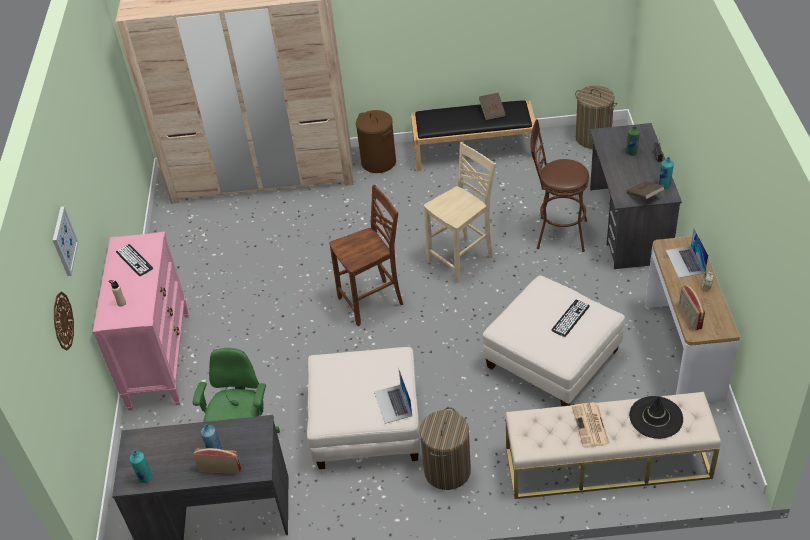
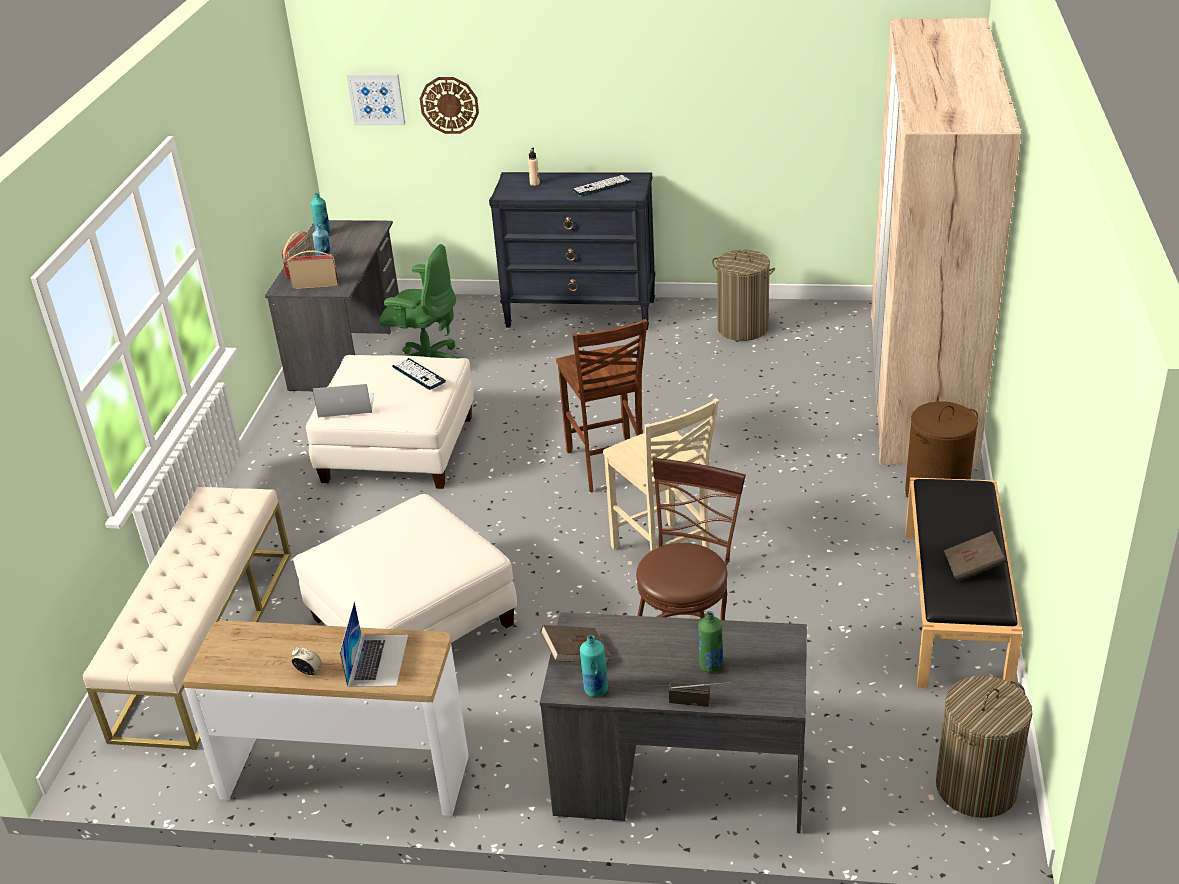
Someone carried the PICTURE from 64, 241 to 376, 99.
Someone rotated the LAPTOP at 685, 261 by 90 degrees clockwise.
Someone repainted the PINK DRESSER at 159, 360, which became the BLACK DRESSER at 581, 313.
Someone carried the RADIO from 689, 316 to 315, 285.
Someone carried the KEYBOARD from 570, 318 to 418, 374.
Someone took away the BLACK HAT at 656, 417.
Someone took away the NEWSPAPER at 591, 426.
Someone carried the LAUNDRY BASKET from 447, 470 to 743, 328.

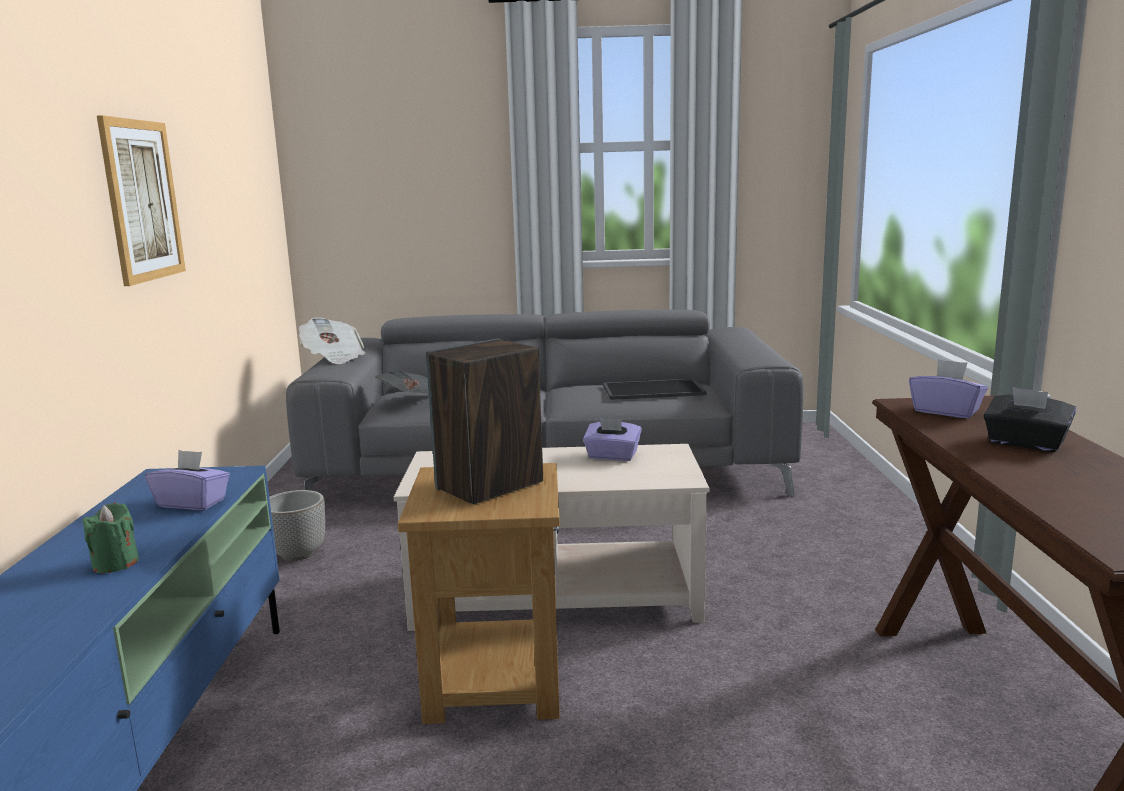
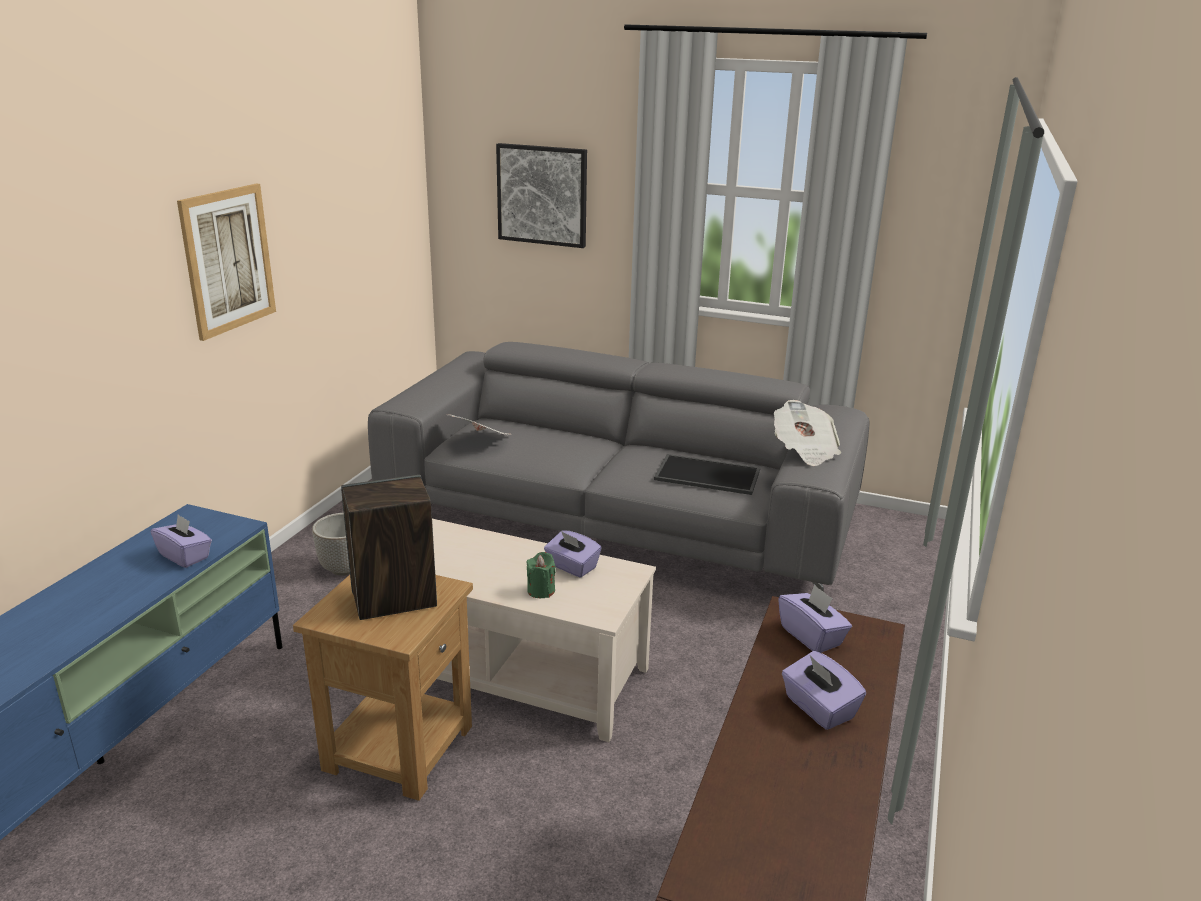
Someone carried the NEWSPAPER from 333, 358 to 805, 450.
Someone repainted the BLACK TISSUE BOX at 1025, 443, which became the PURPLE TISSUE BOX at 818, 708.
Someone carried the GREEN CANDLE from 115, 564 to 541, 591.
Someone put up the PICTURE at 542, 195.

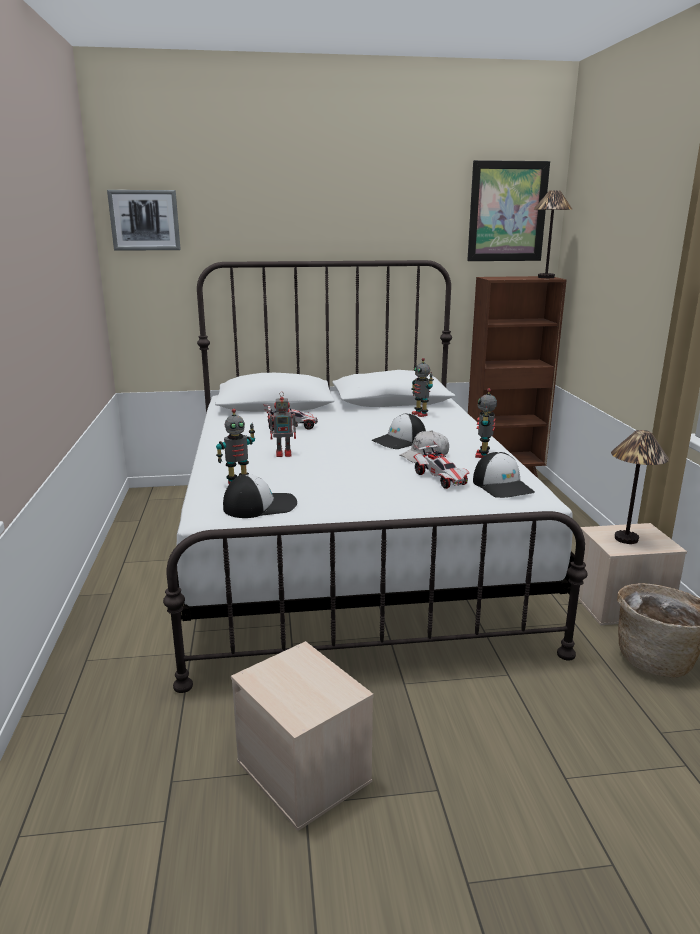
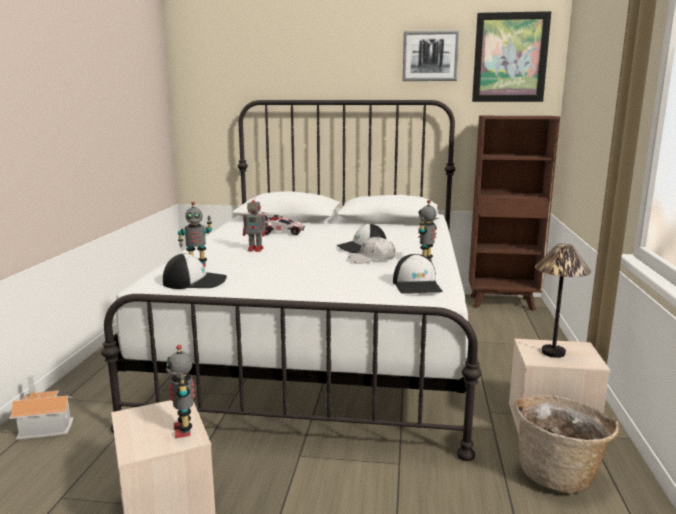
Someone carried the PICTURE from 145, 220 to 430, 56.
Someone took away the TABLE LAMP at 546, 277.
Someone carried the TOY ROBOT from 420, 414 to 184, 430.
Someone took away the TOY CAR at 441, 479.
Someone put down the TOY HOUSE at 43, 424.

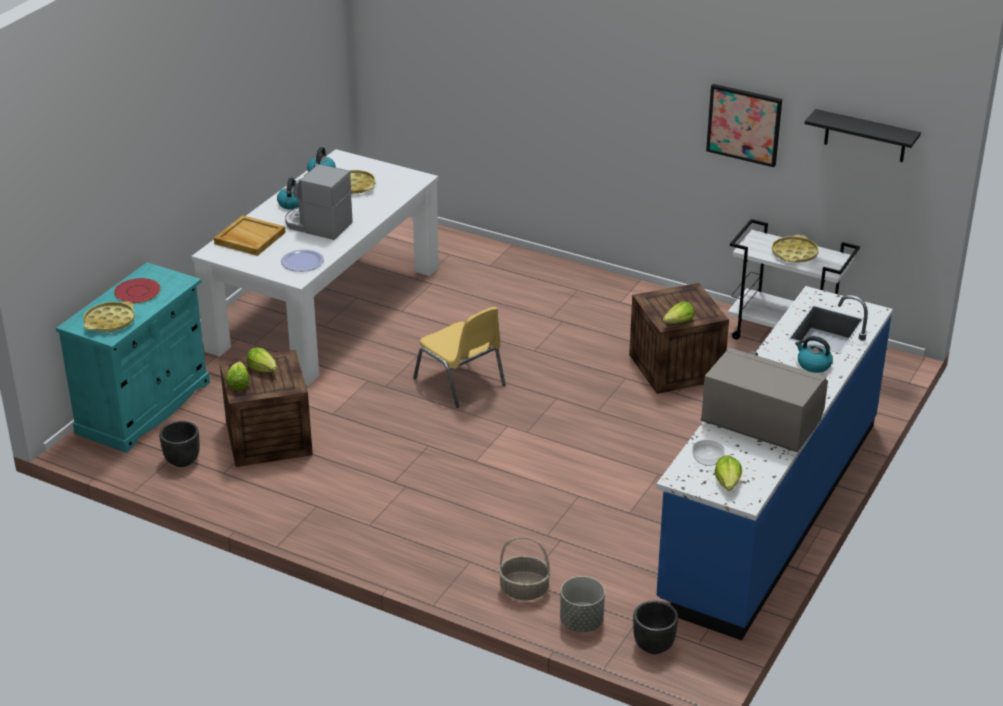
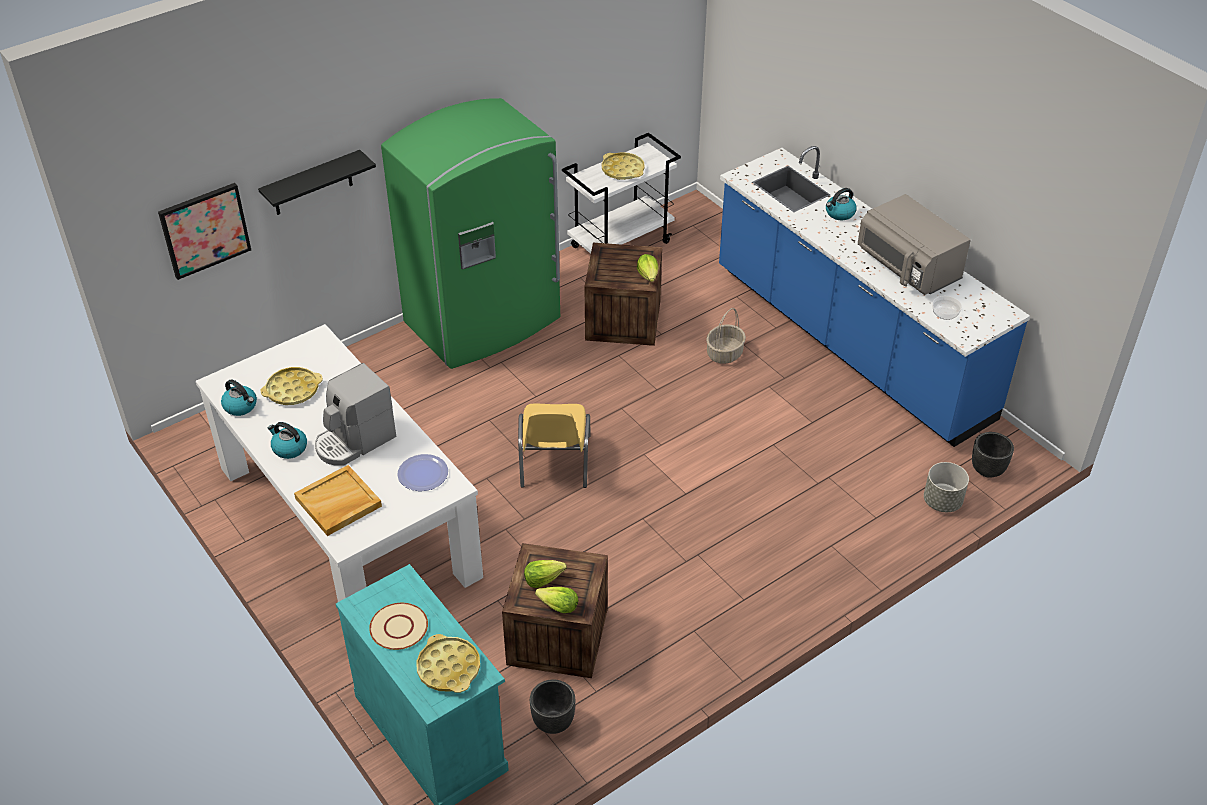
Someone carried the PICTURE from 744, 124 to 204, 230.
Someone carried the BLACK SHELF from 865, 136 to 312, 184.
Someone repainted the RED PLATE at 137, 292, which became the BEIGE PLATE at 398, 627.
Someone rotated the YELLOW CHAIR at 460, 382 by 105 degrees clockwise.
Someone rotated the GREY MICROWAVE at 761, 423 by 90 degrees counterclockwise.
Someone took away the LETTUCE at 728, 483.
Someone carried the BASKET from 523, 590 to 724, 354.
Someone put down the GREEN FRIDGE at 484, 323.

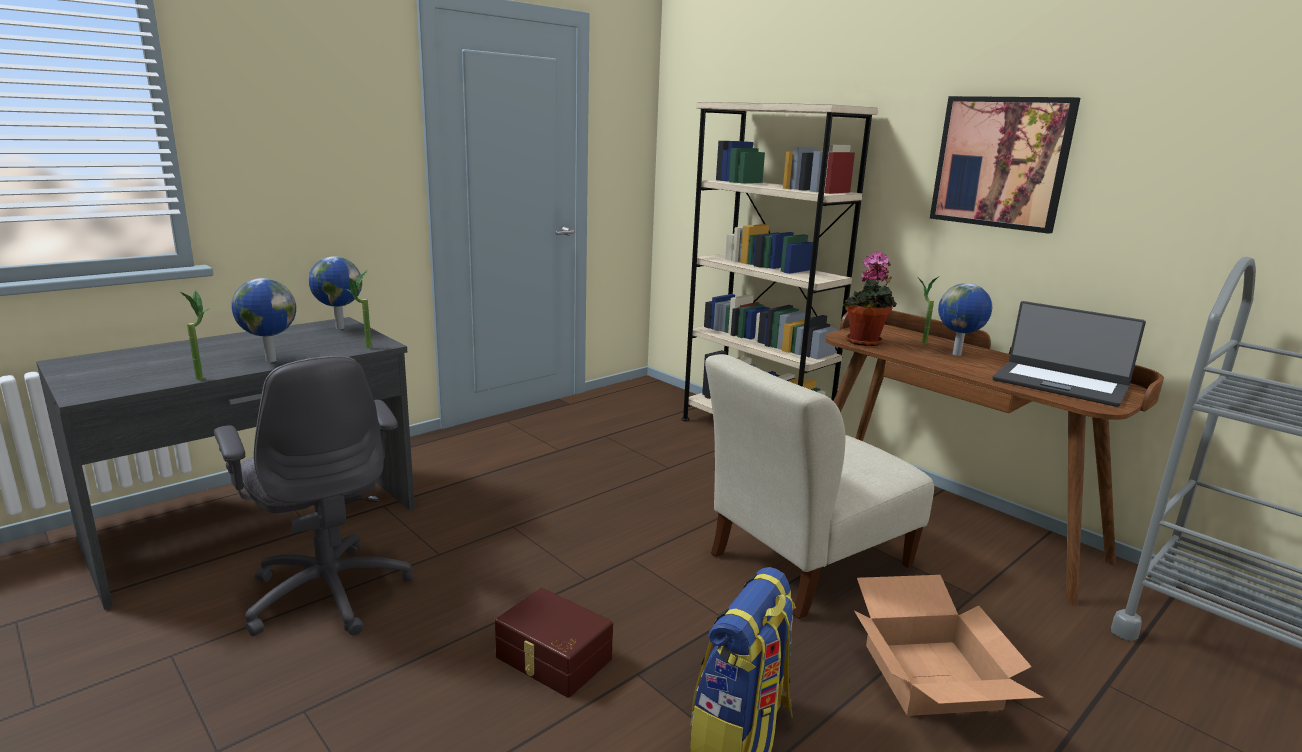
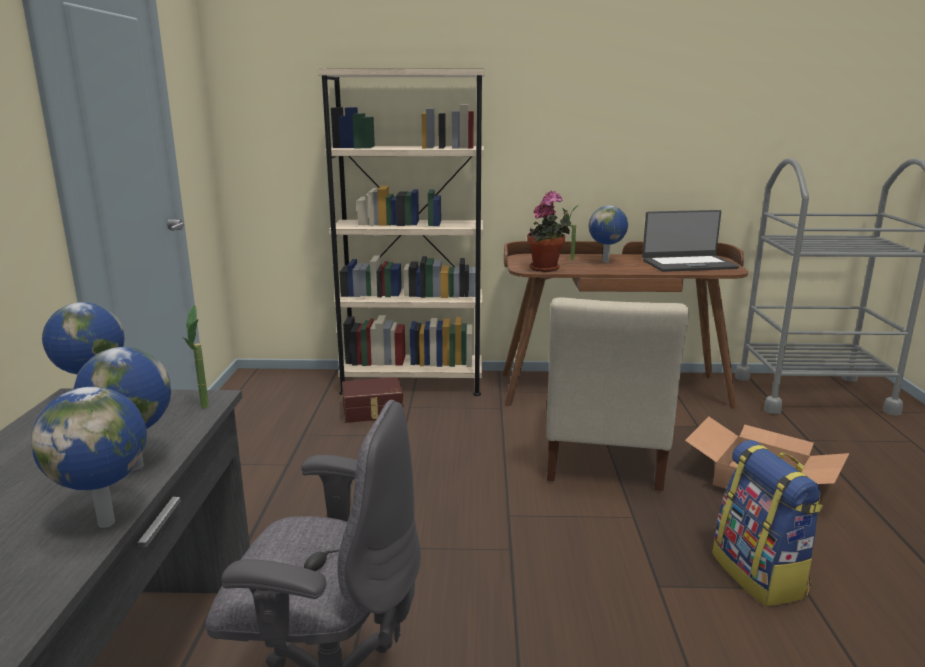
Someone took away the PICTURE at 1001, 162.
Someone swapped the POTTED PLANT at 204, 376 for the GLOBE at 108, 521.
Someone carried the BROWN STORAGE BOX from 552, 659 to 373, 412.

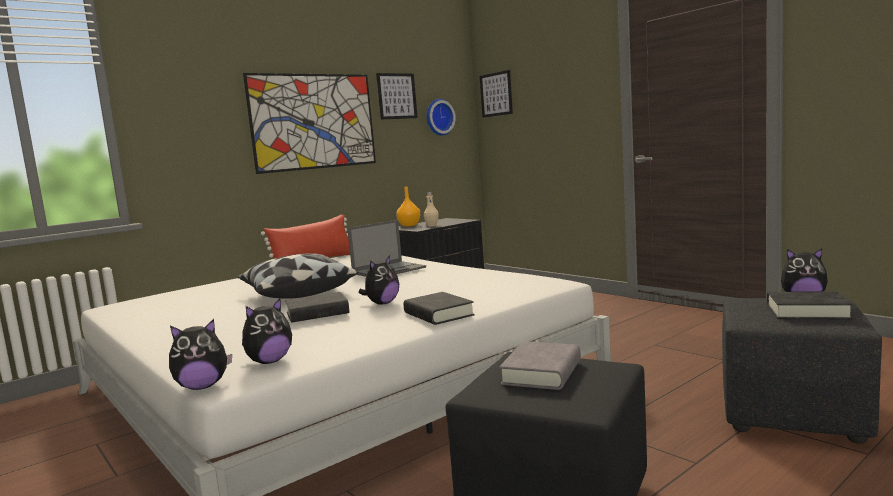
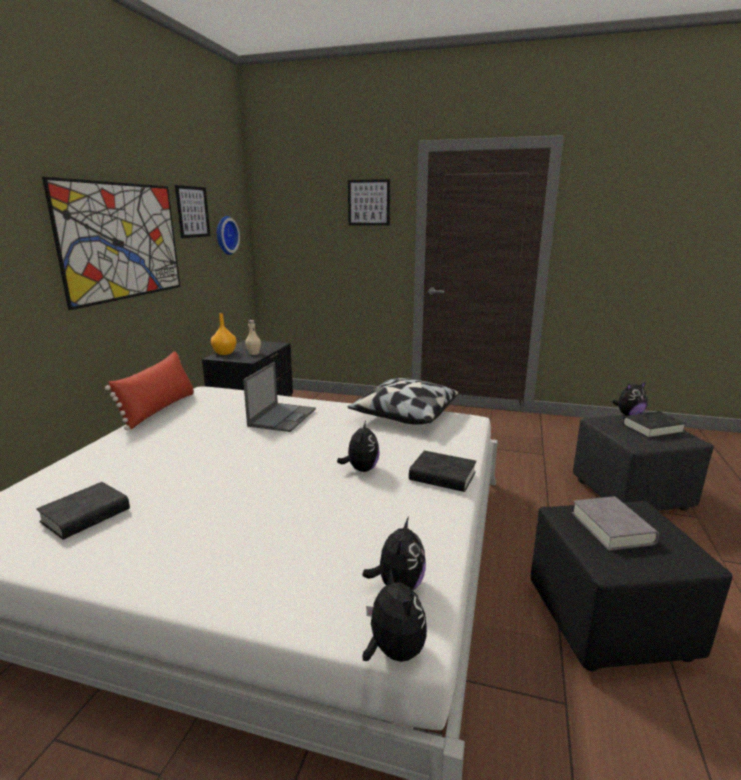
Someone carried the PICTURE from 496, 94 to 369, 202.
Someone carried the PILLOW from 297, 293 to 404, 415.
Someone carried the BLACK BOOK from 317, 313 to 86, 516.
Someone rotated the PLUSH TOY at 202, 386 by 60 degrees counterclockwise.

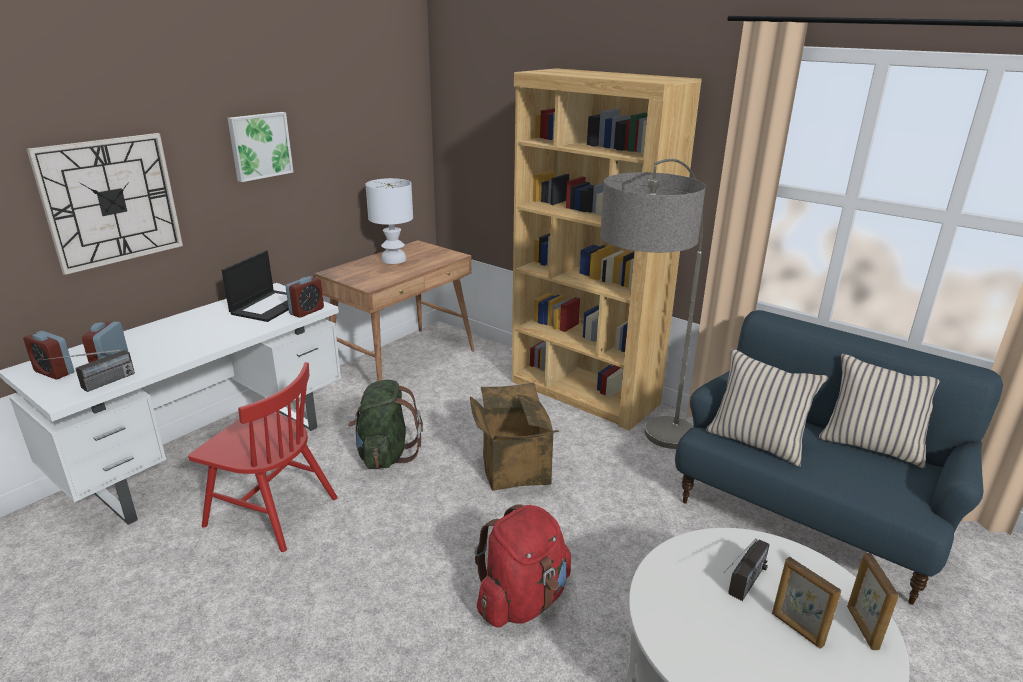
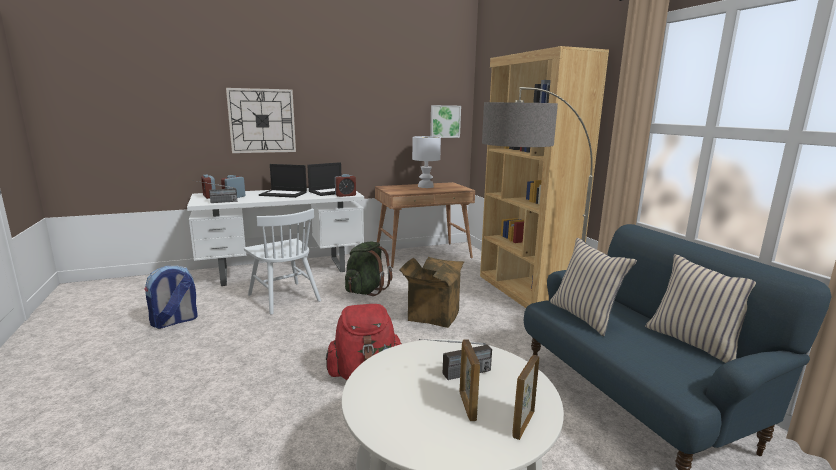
Someone carried the PICTURE from 259, 146 to 444, 121.
Someone repainted the RED CHAIR at 271, 511, which became the WHITE CHAIR at 284, 298.
Someone put down the LAPTOP at 284, 194.
Someone put down the BACKPACK at 174, 321.

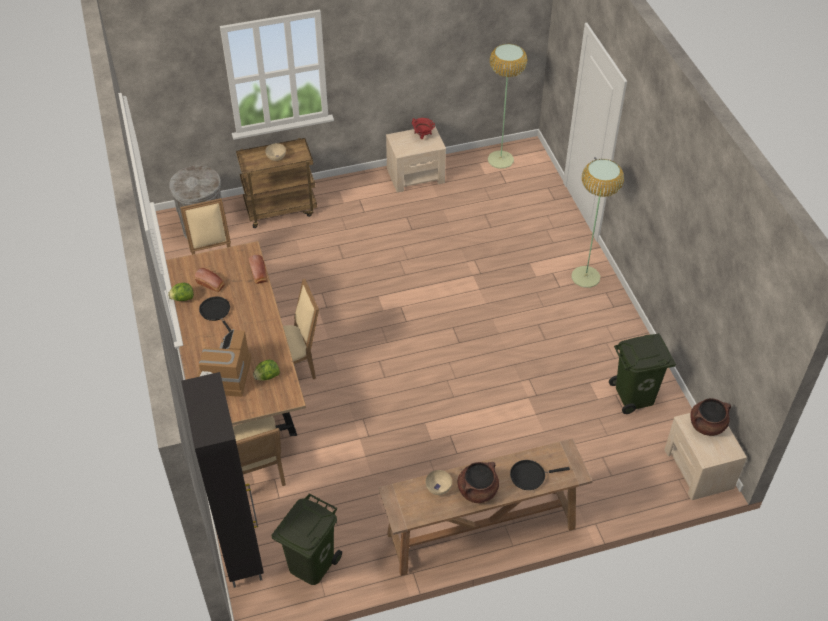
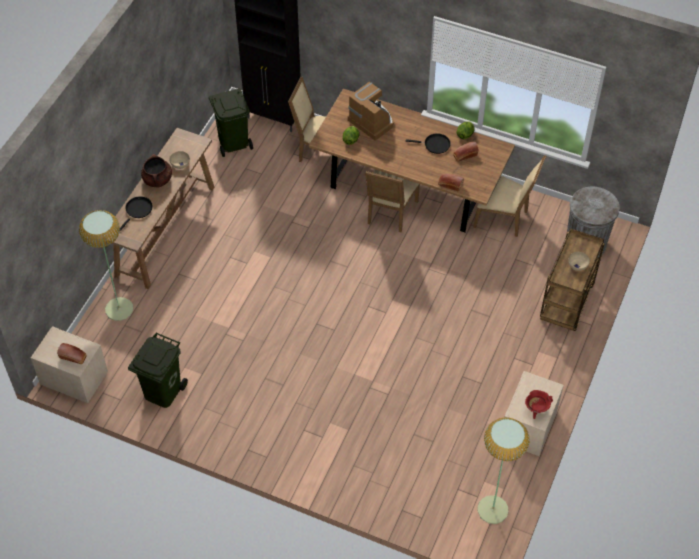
Someone carried the FLOOR LAMP from 585, 277 to 119, 309.
Someone swapped the BROWN COOKING POT at 707, 425 for the BREAD at 73, 357.

